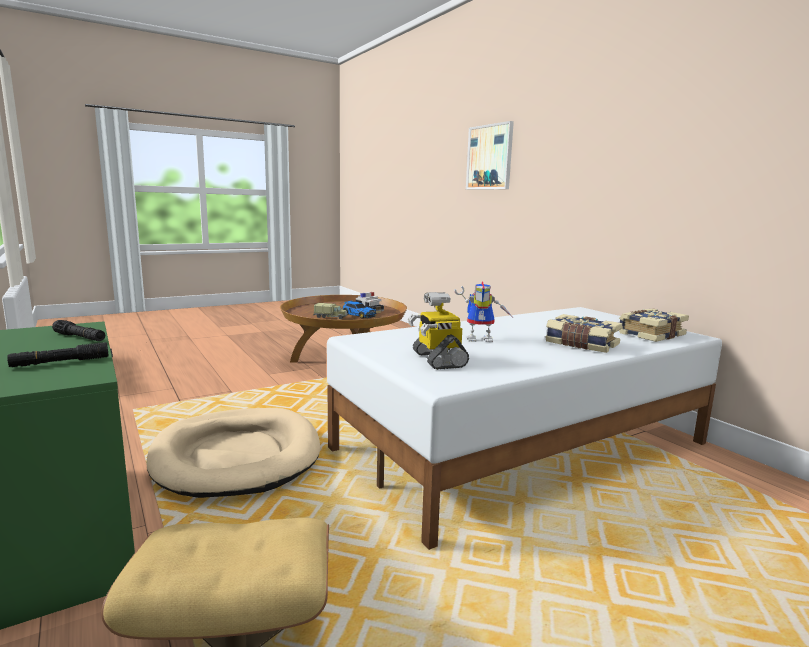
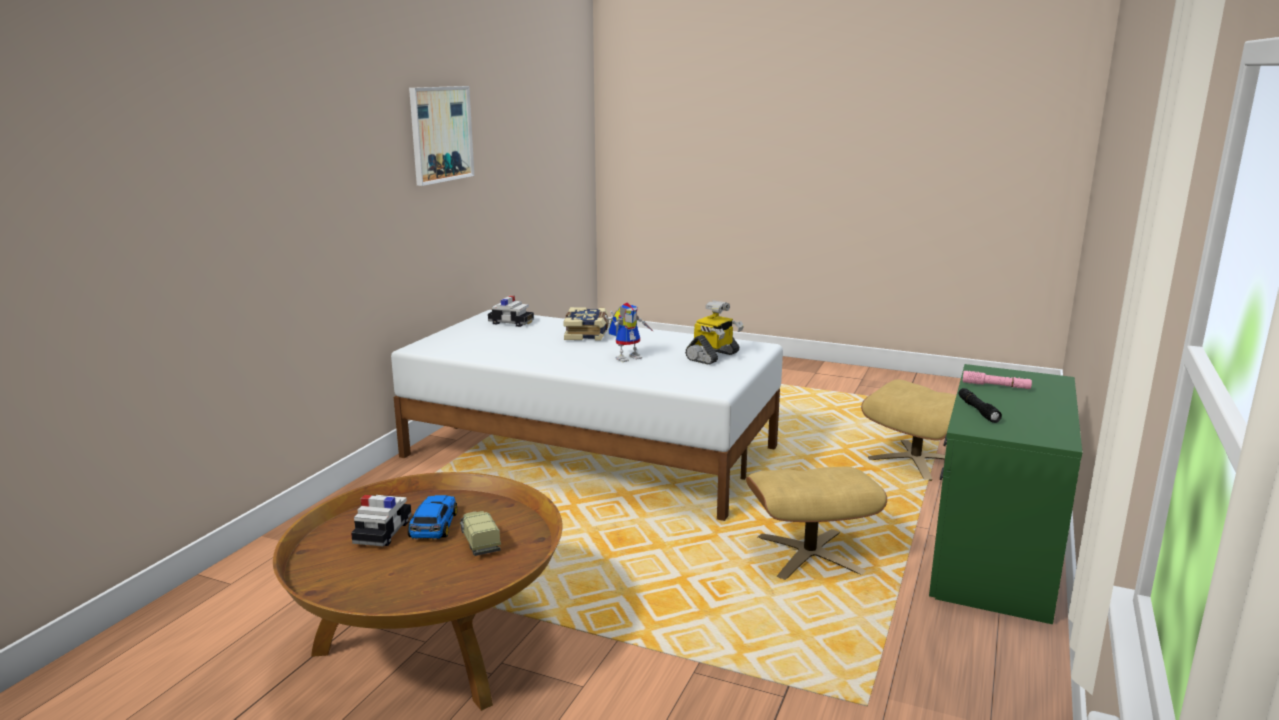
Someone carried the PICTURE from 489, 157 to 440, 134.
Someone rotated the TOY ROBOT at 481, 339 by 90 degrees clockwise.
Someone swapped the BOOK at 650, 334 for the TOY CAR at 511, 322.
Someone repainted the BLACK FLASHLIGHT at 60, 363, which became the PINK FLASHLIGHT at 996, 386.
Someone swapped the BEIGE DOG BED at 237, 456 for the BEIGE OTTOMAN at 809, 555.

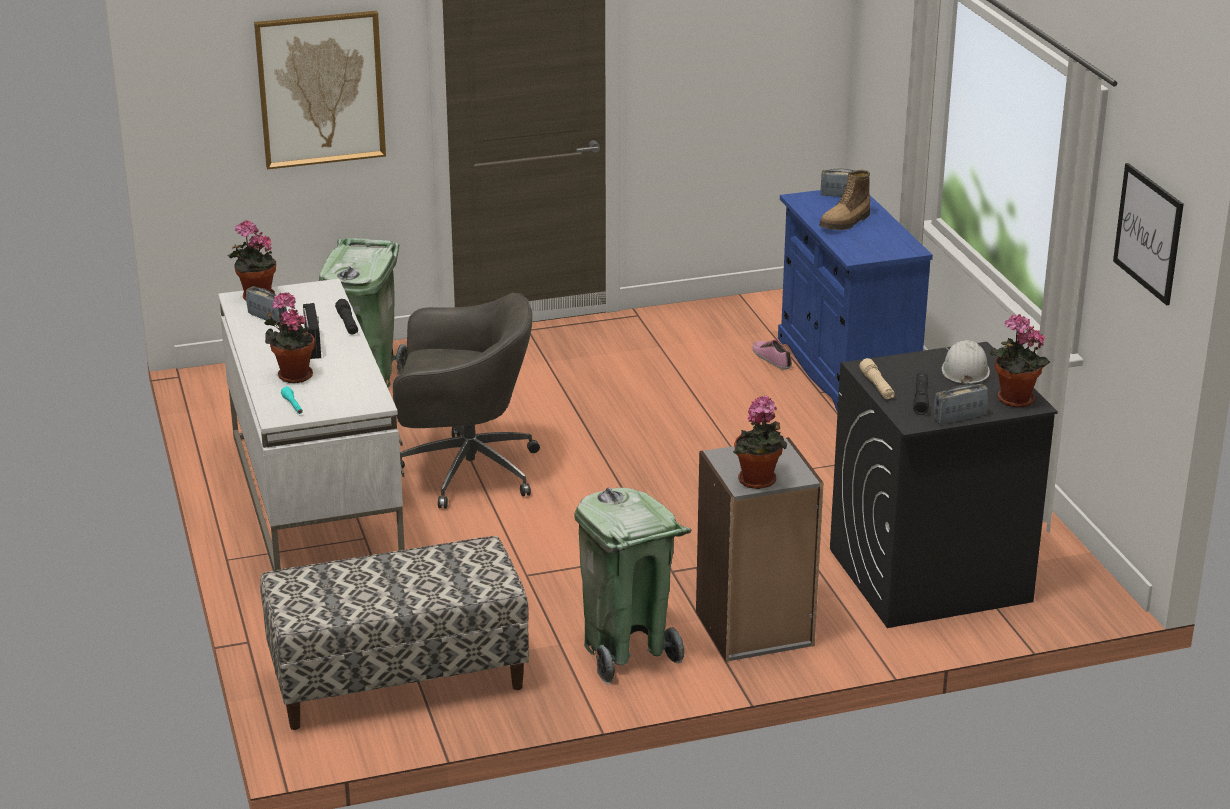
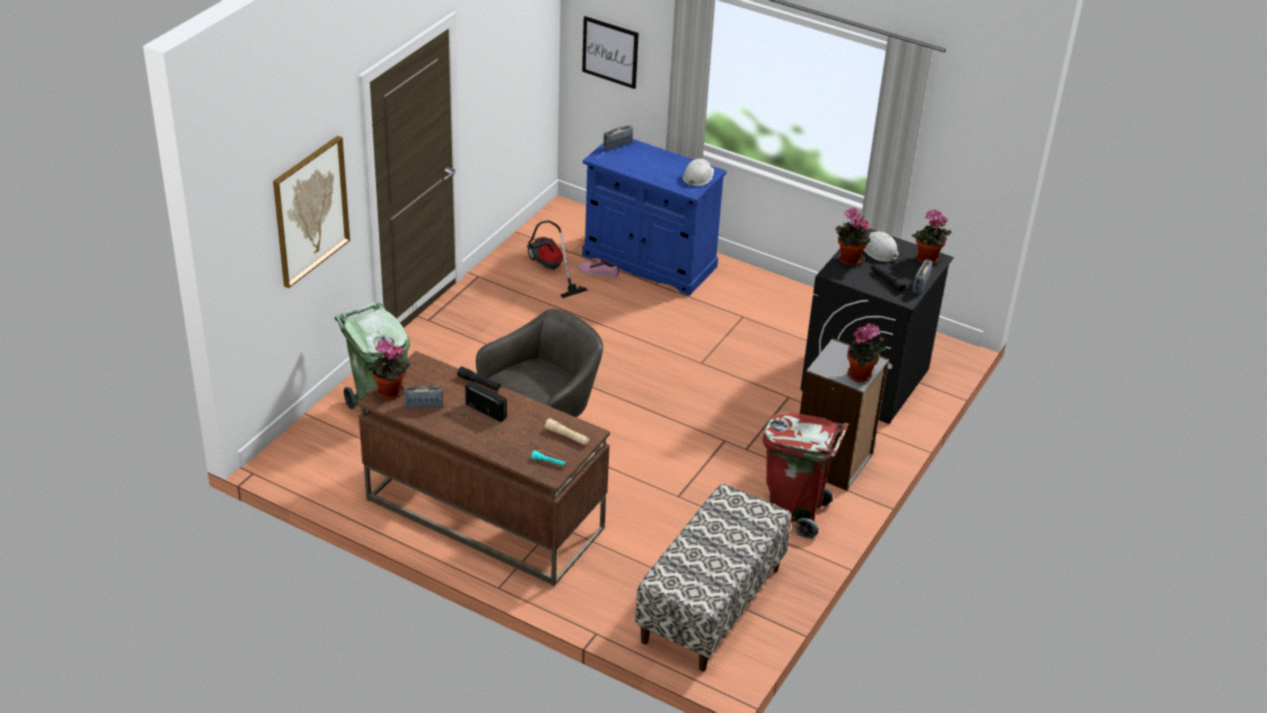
Someone carried the PICTURE from 1148, 233 to 610, 52.
Someone took away the BOOT at 846, 222.
Someone repainted the WHITE DESK at 315, 497, which became the BROWN DESK at 483, 514.
Someone carried the POTTED PLANT from 292, 375 to 848, 260.
Someone carried the BEIGE FLASHLIGHT from 877, 386 to 567, 436.
Someone repainted the GREEN TRASH CAN at 627, 652, which became the RED TRASH CAN at 794, 513.
Someone put down the WHITE HARD HAT at 698, 176.
Someone put down the VACUUM CLEANER at 549, 269.

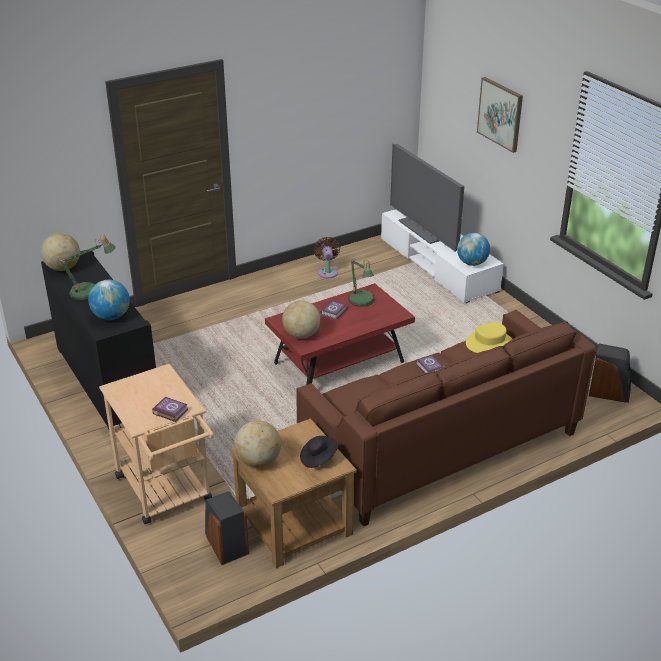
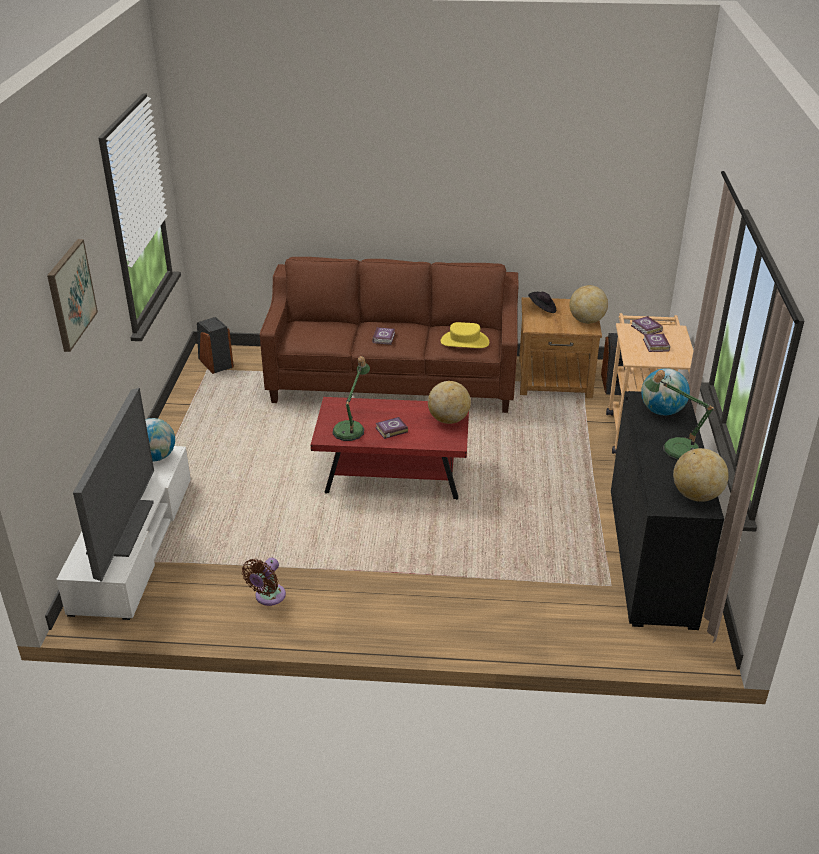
Someone carried the YELLOW HAT from 489, 343 to 464, 342.
Someone put down the BOOK at 655, 345.

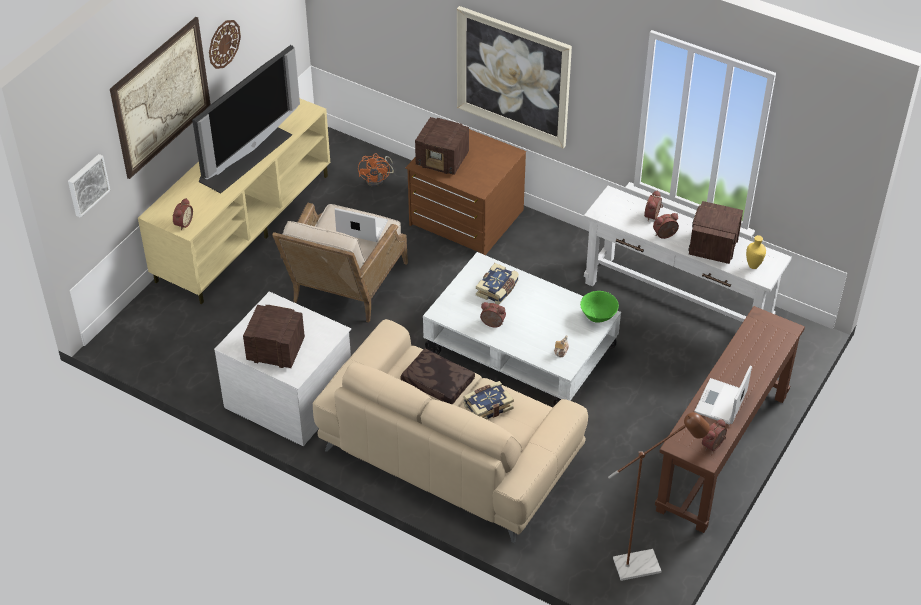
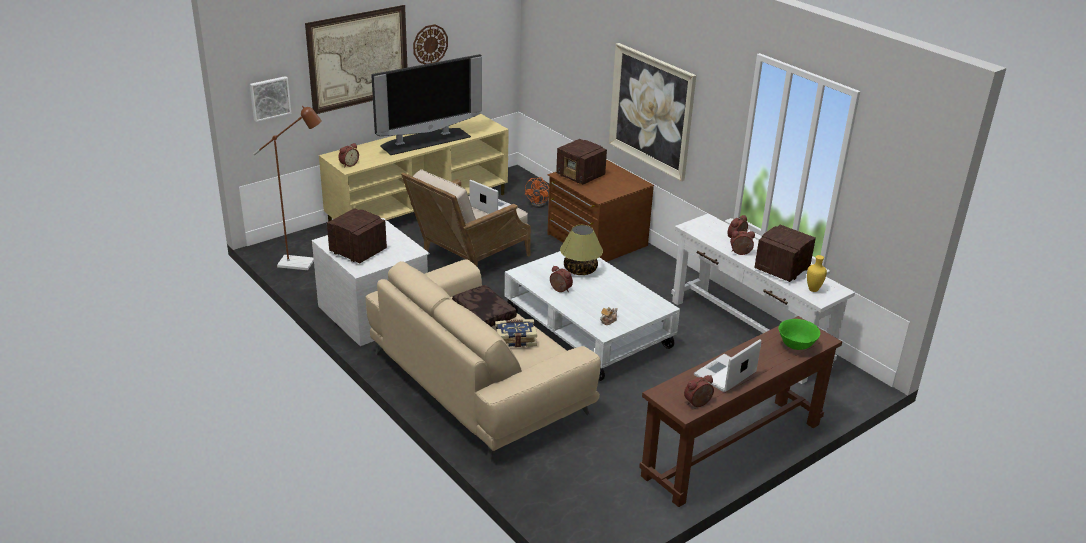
Someone swapped the BOOK at 498, 289 for the TABLE LAMP at 580, 270.
Someone carried the GREEN BOWL from 598, 317 to 796, 346.
Someone carried the BROWN FLOOR LAMP from 645, 563 to 302, 264.

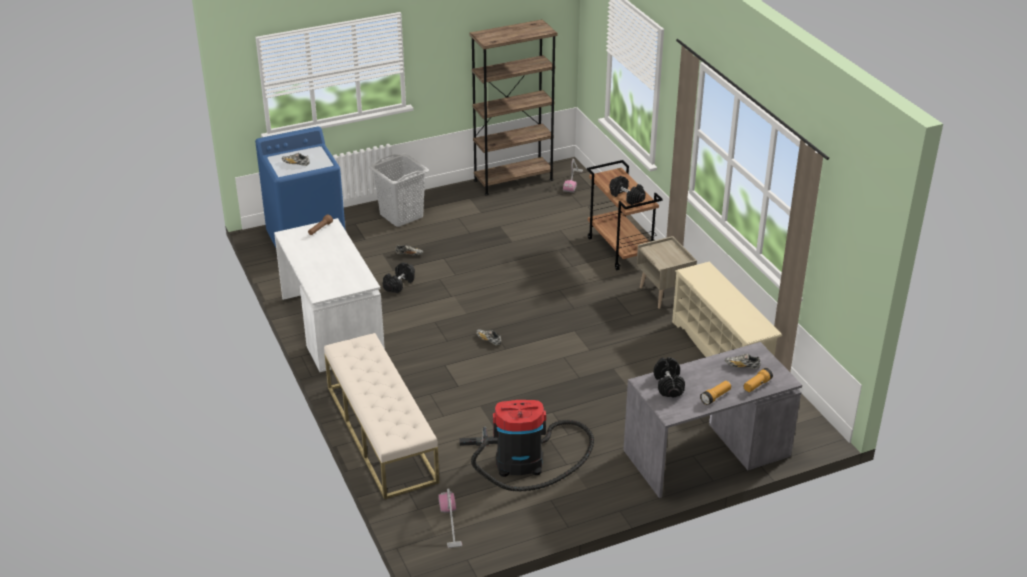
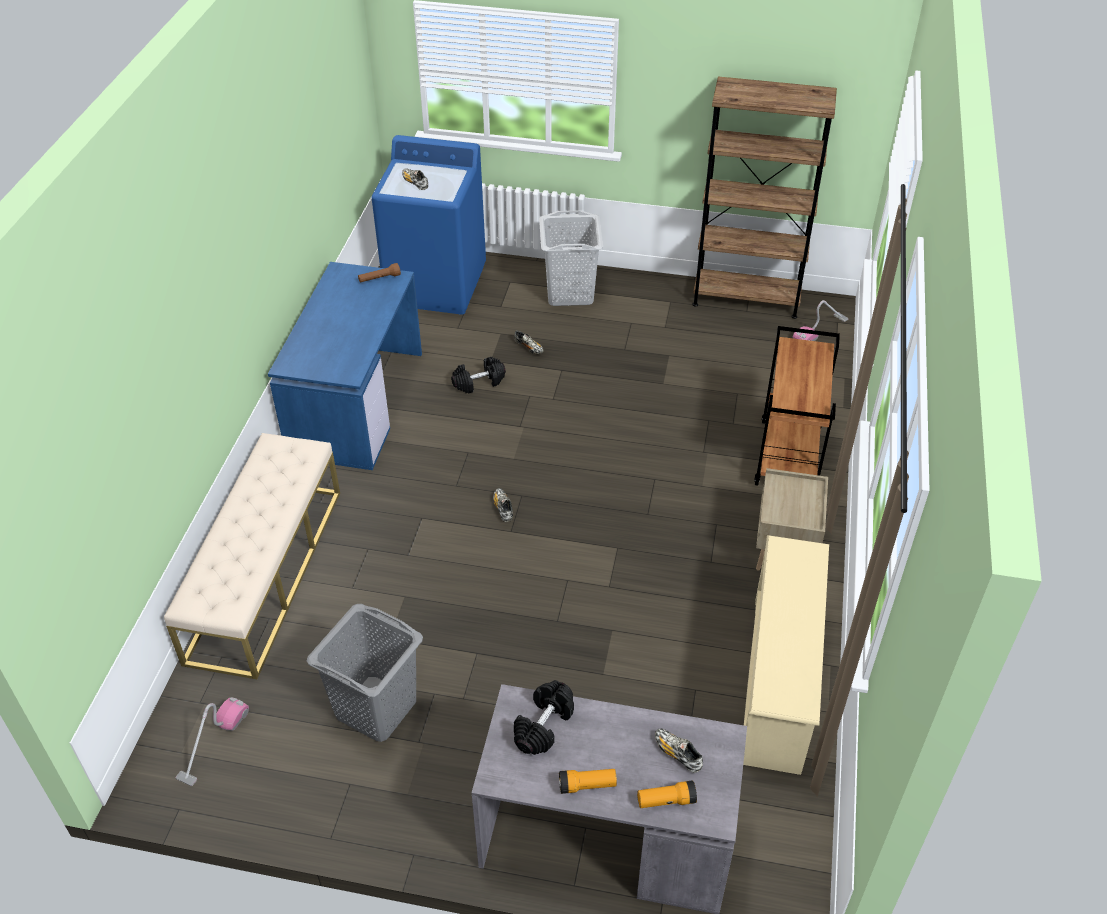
Someone took away the BLACK DUMBBELL at 627, 197.
Someone repainted the WHITE DESK at 331, 326, which became the BLUE DESK at 356, 402.
Someone swapped the VACUUM CLEANER at 525, 462 for the GREY LAUNDRY BASKET at 375, 708.

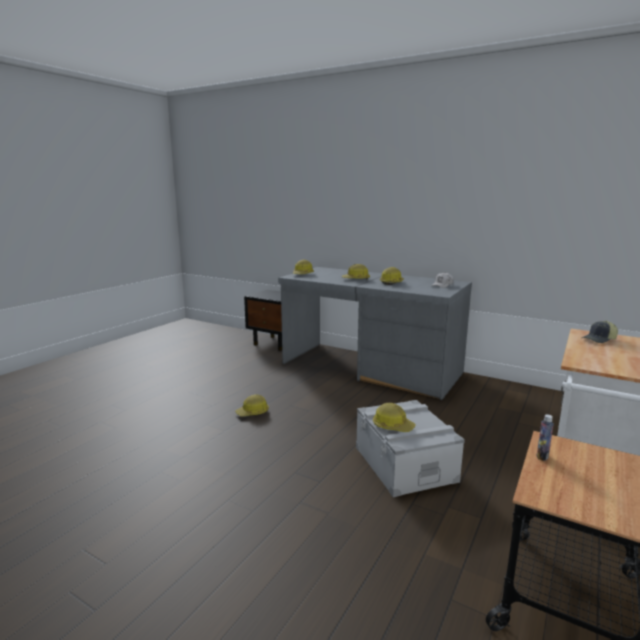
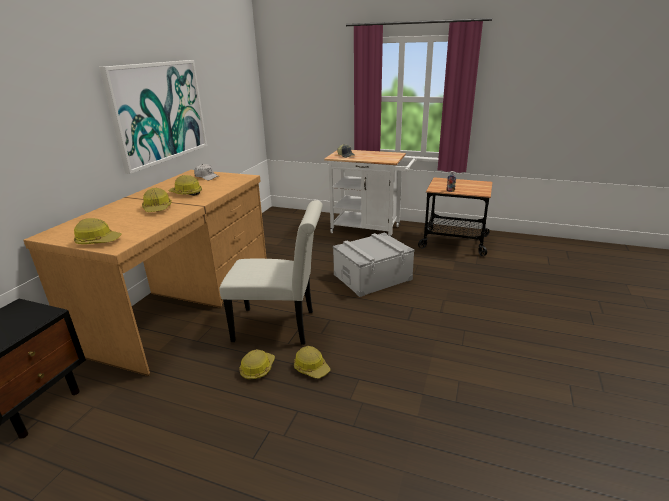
Someone repainted the GREY DESK at 370, 368, which became the BROWN DESK at 184, 302.
Someone carried the HARD HAT from 392, 426 to 257, 369.
Someone put up the PICTURE at 159, 112.
Someone put down the WHITE CHAIR at 280, 326.

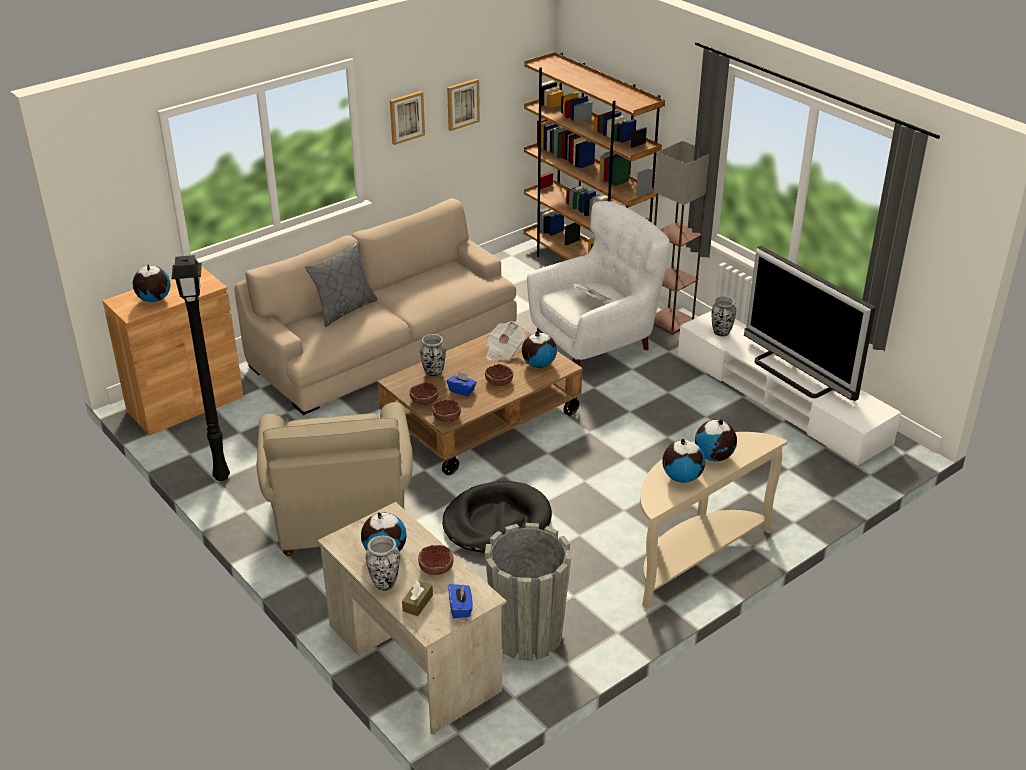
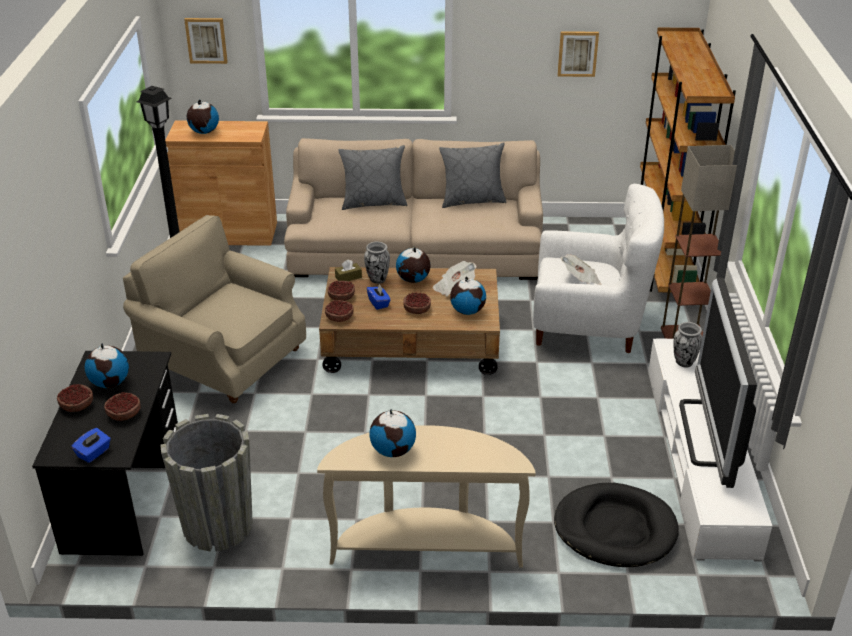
Someone carried the PICTURE from 406, 117 to 206, 40.
Someone rotated the BEIGE ARMCHAIR at 340, 510 by 90 degrees clockwise.
Someone carried the GLOBE from 714, 457 to 413, 280.
Someone carried the BLACK DOG BED from 497, 522 to 615, 529.
Someone repainted the BEIGE DESK at 413, 657, which became the BLACK DESK at 124, 491.
Someone swapped the VASE at 385, 583 for the BOWL at 76, 405.
Someone carried the BROWN TISSUE BOX from 417, 603 to 348, 277.
Someone put down the GREY PILLOW at 472, 200.

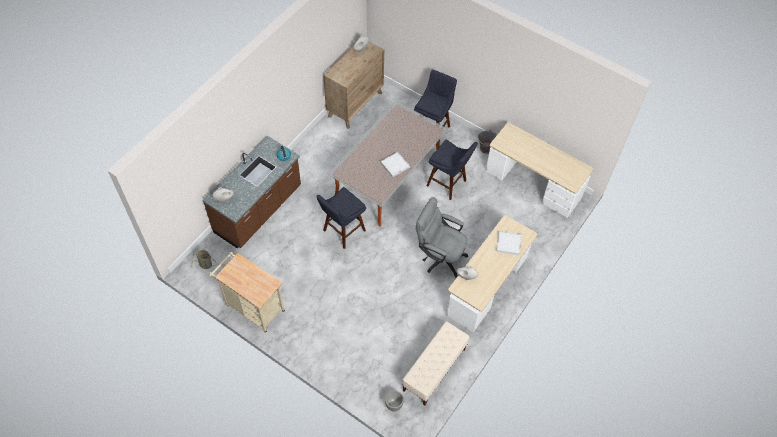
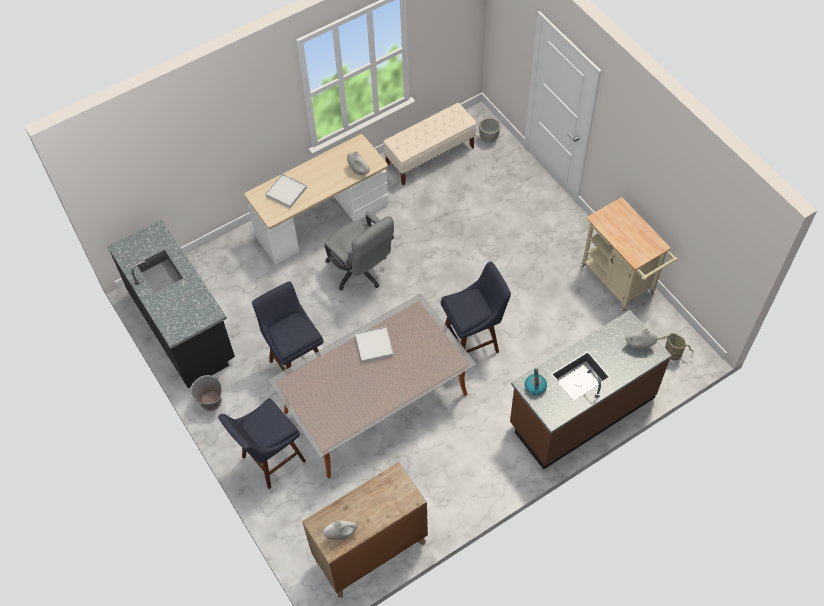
Someone swapped the DESK at 533, 184 for the BLACK COUNTER at 183, 326.

